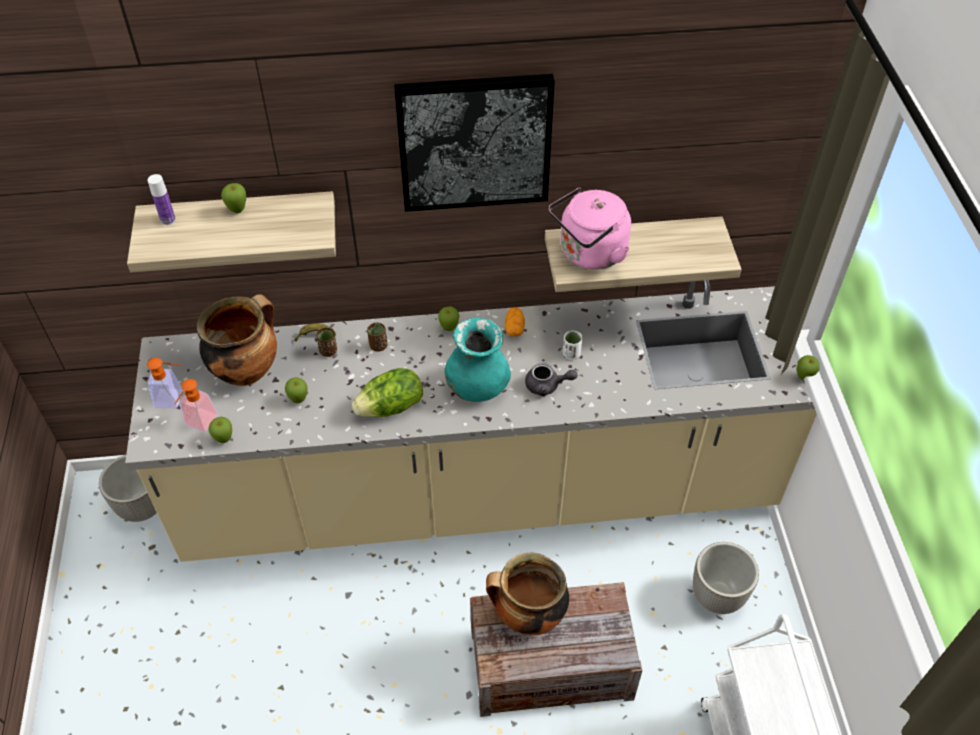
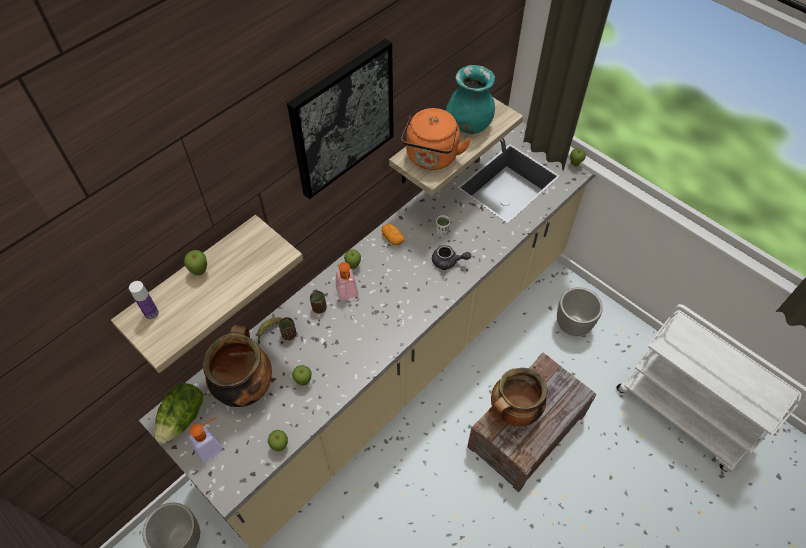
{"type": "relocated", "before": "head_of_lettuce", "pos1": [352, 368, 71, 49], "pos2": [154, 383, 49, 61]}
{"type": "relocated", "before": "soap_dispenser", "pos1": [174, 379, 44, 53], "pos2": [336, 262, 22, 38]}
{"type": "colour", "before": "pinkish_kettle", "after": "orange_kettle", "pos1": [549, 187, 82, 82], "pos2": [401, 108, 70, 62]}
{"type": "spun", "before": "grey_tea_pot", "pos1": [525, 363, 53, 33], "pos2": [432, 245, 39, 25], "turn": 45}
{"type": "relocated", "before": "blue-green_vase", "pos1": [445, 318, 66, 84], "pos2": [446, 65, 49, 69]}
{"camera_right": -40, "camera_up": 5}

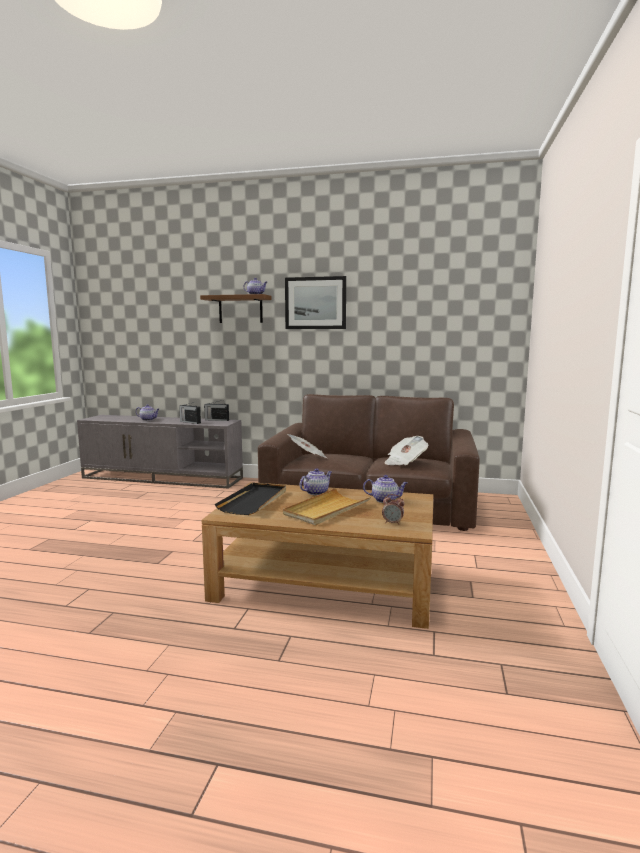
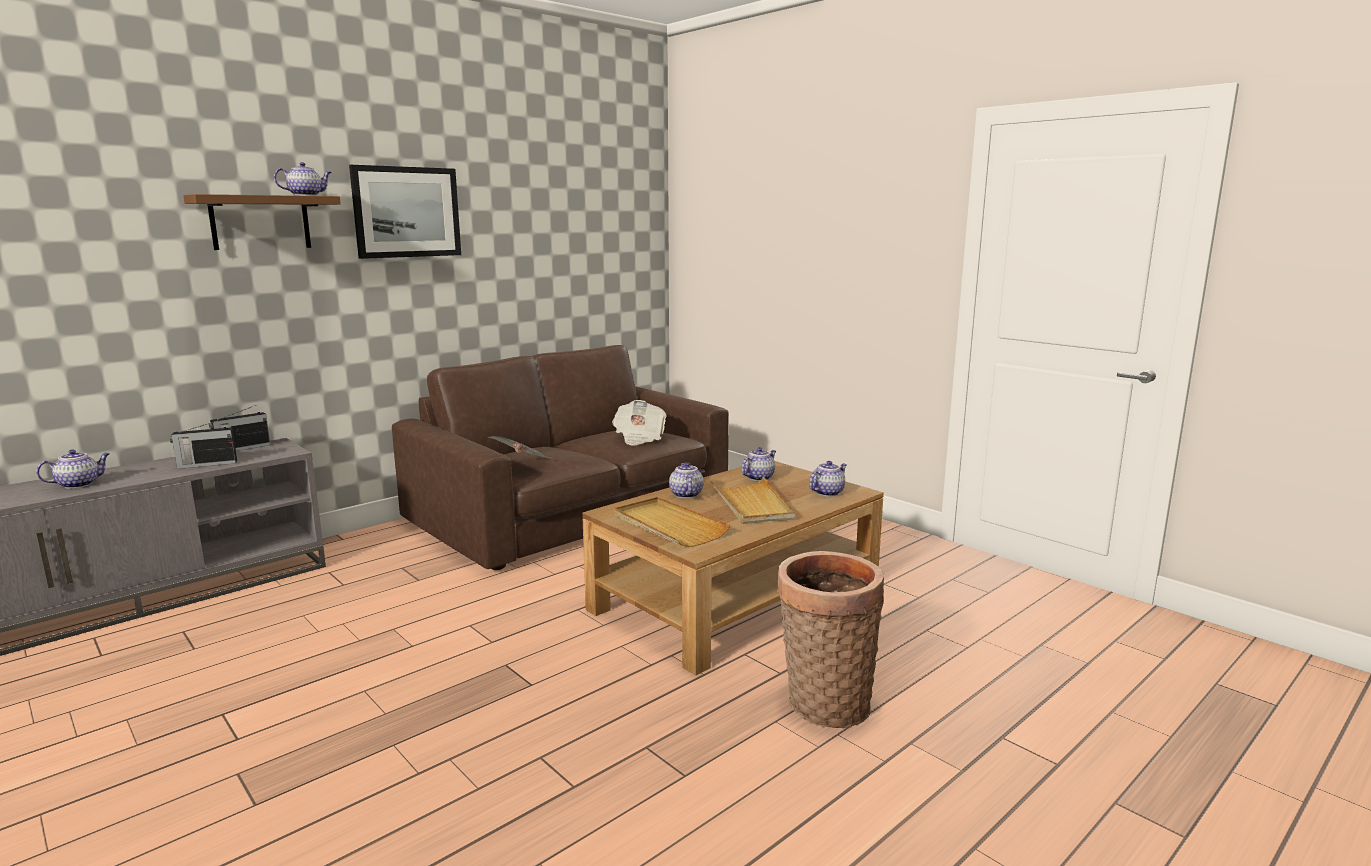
{"type": "colour", "before": "blackish_tray", "after": "beige-coloured_tray", "pos1": [215, 483, 71, 32], "pos2": [615, 497, 115, 50]}
{"type": "appeared", "after": "storage_basket", "pos2": [777, 551, 107, 177]}
{"type": "exchanged", "before": "bedside_clock", "after": "tea_pot", "pos1": [382, 494, 22, 31], "pos2": [809, 461, 38, 36]}
{"camera_right": -55, "camera_up": 5}

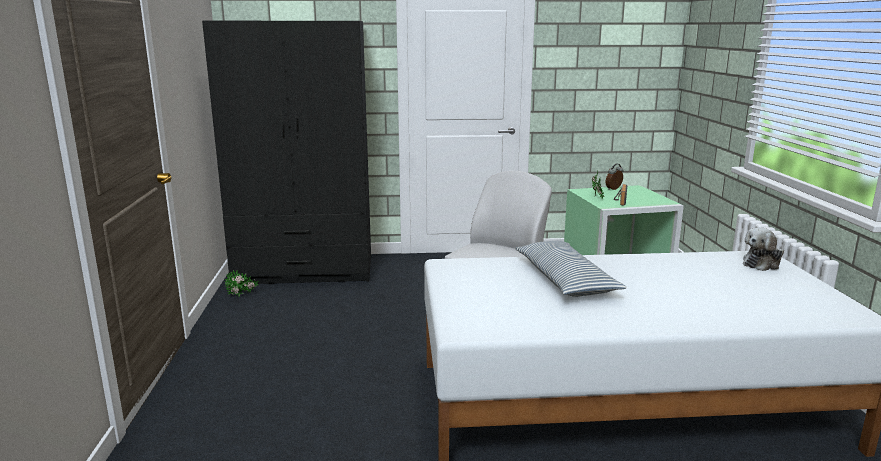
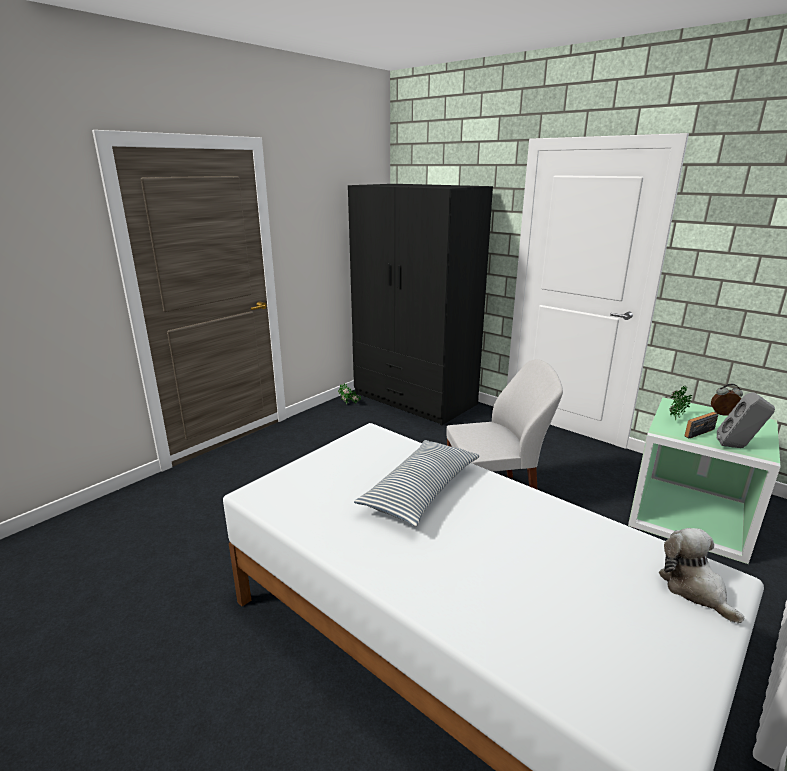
{"type": "spun", "before": "cuddly_toy", "pos1": [743, 227, 41, 44], "pos2": [659, 528, 85, 96], "turn": 60}
{"type": "appeared", "after": "grey_loudspeaker", "pos2": [717, 392, 58, 56]}
{"camera_right": 45, "camera_up": 5}

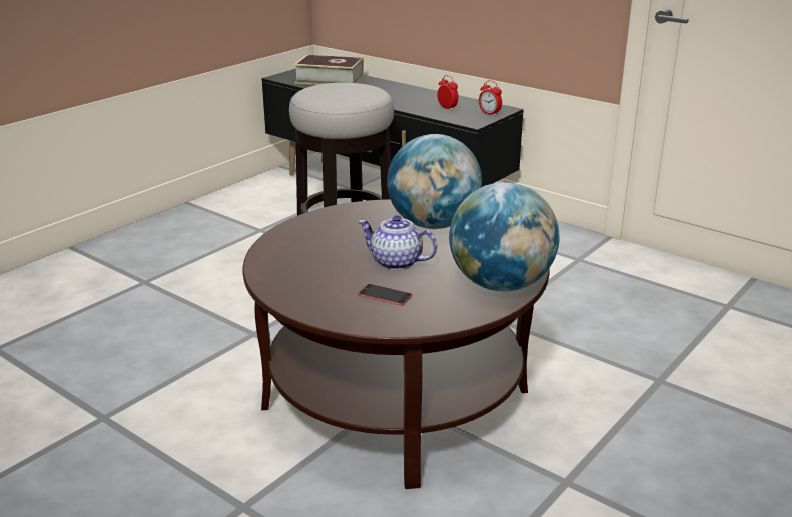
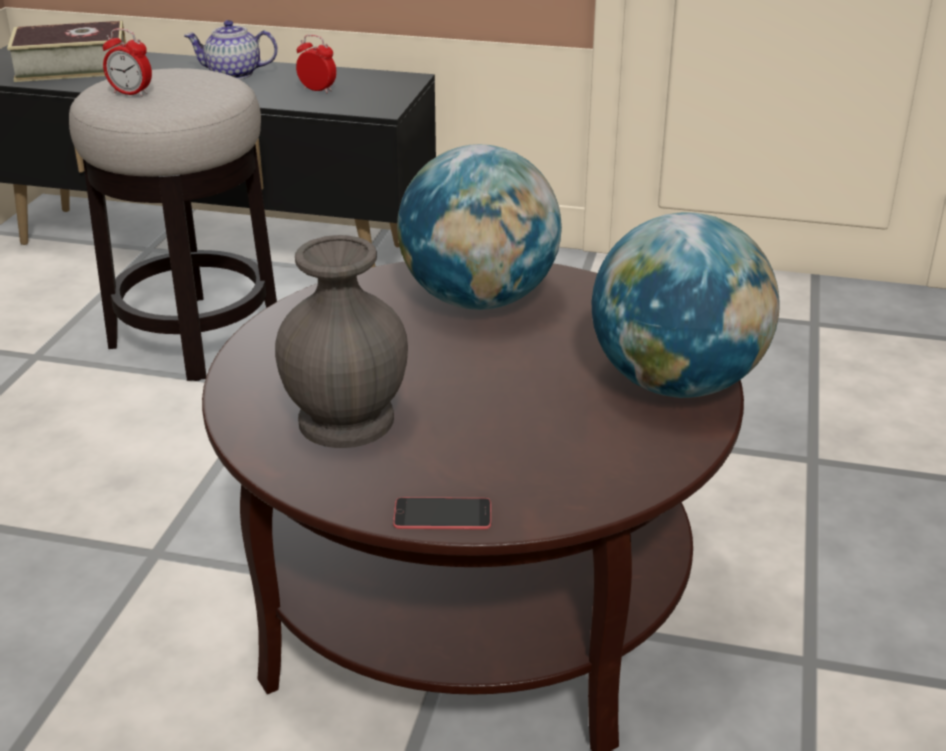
{"type": "relocated", "before": "bedside_clock", "pos1": [479, 80, 23, 36], "pos2": [103, 28, 49, 69]}
{"type": "relocated", "before": "tea_pot", "pos1": [358, 215, 79, 55], "pos2": [184, 20, 94, 59]}
{"type": "appeared", "after": "grey_vase", "pos2": [275, 235, 133, 213]}
{"type": "relocated", "before": "phone", "pos1": [358, 284, 54, 22], "pos2": [393, 497, 98, 32]}
{"camera_right": -25, "camera_up": 5}

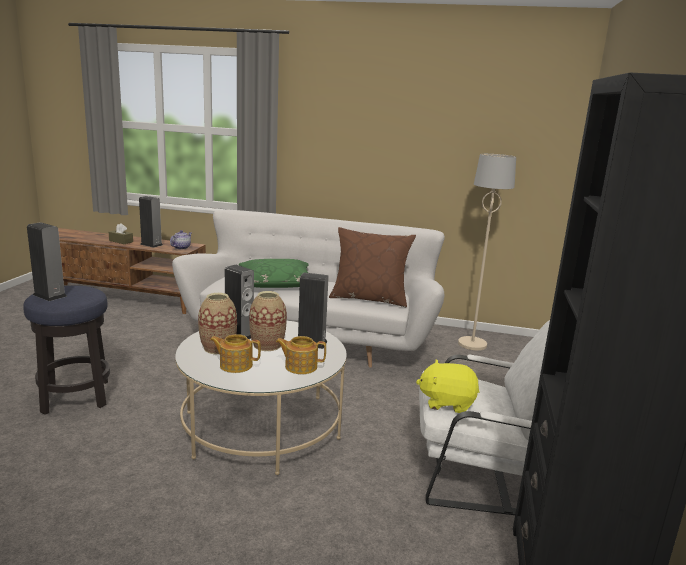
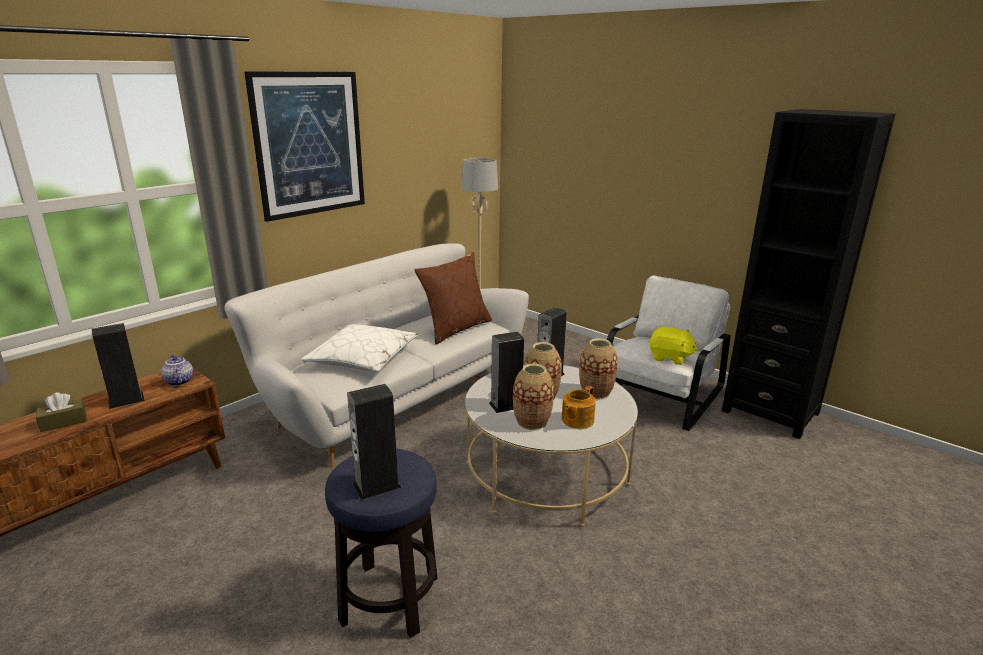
{"type": "appeared", "after": "wall_picture", "pos2": [244, 71, 121, 151]}
{"type": "colour", "before": "green_pillow", "after": "whitish_pillow", "pos1": [239, 259, 70, 29], "pos2": [301, 324, 117, 48]}
{"type": "exchanged", "before": "tea_pot", "after": "vase", "pos1": [276, 336, 50, 38], "pos2": [579, 338, 39, 61]}
{"type": "spun", "before": "yellowish_cuddly_toy", "pos1": [416, 360, 64, 53], "pos2": [649, 327, 49, 38], "turn": -105}
{"camera_right": -60, "camera_up": 5}

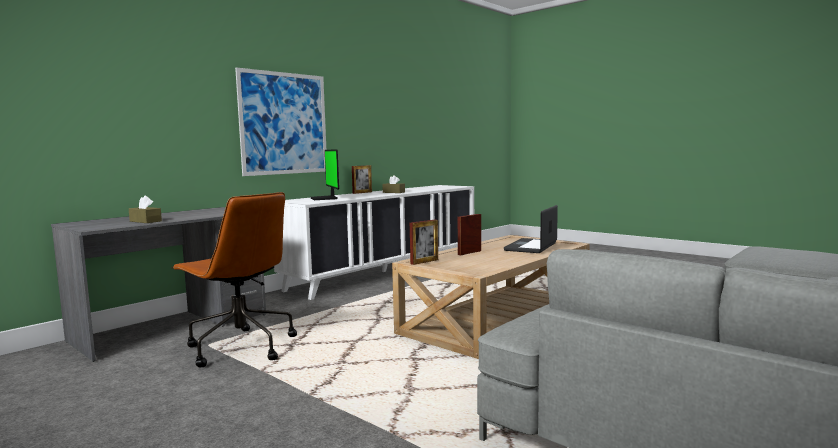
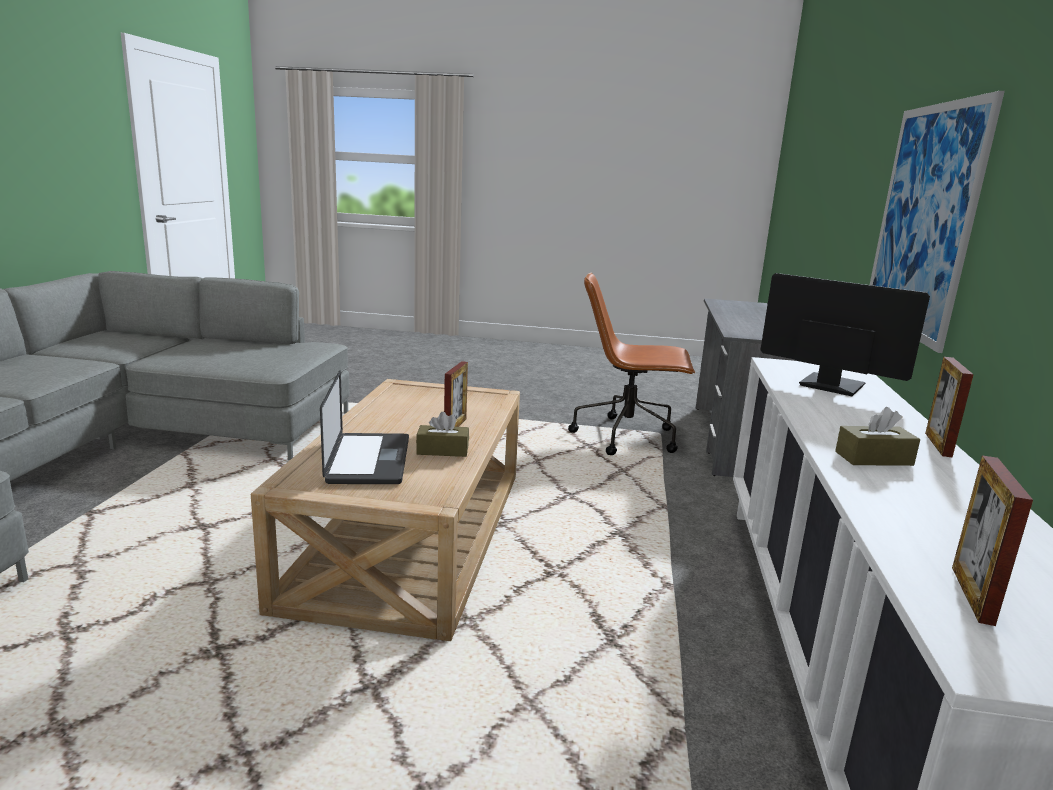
{"type": "relocated", "before": "brown_tissue_box", "pos1": [129, 195, 33, 28], "pos2": [416, 411, 53, 46]}
{"type": "relocated", "before": "photo_frame", "pos1": [410, 220, 28, 45], "pos2": [952, 456, 81, 170]}
{"camera_right": 145, "camera_up": 10}

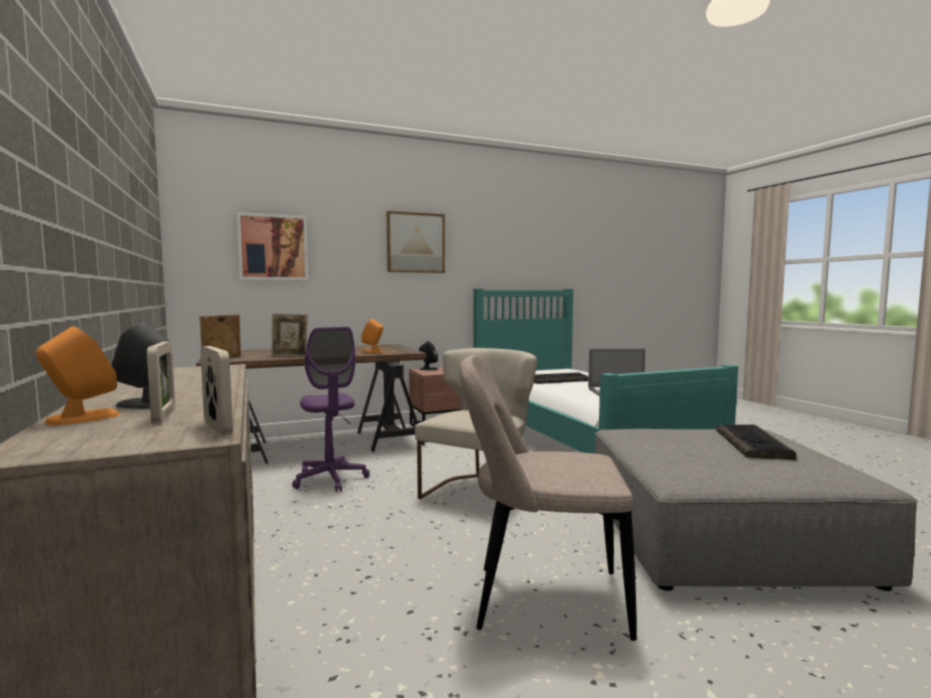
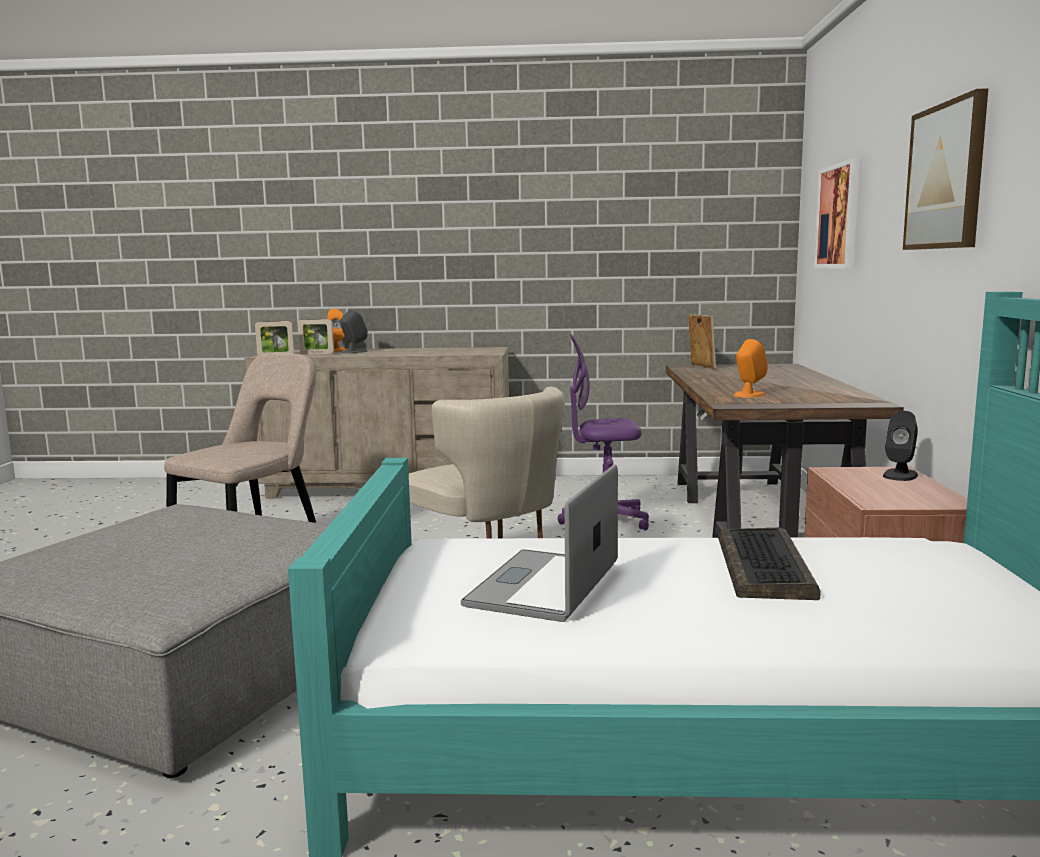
{"type": "missing", "before": "photo_frame", "pos1": [271, 313, 37, 44]}
{"type": "missing", "before": "PC_keyboard", "pos1": [716, 425, 80, 35]}
{"camera_right": 115, "camera_up": 5}

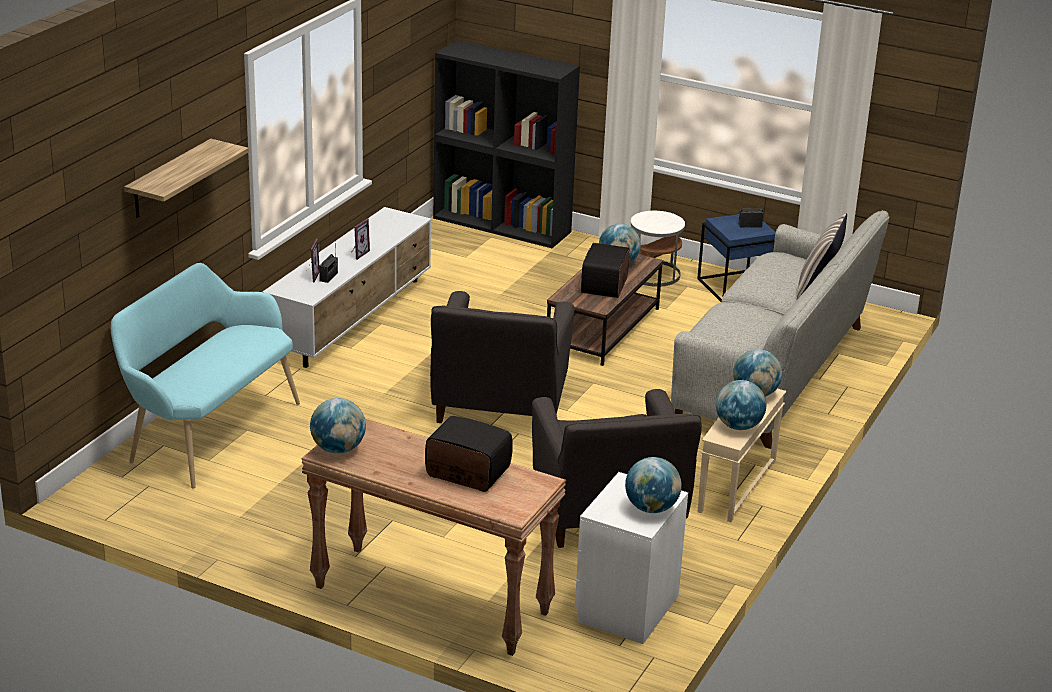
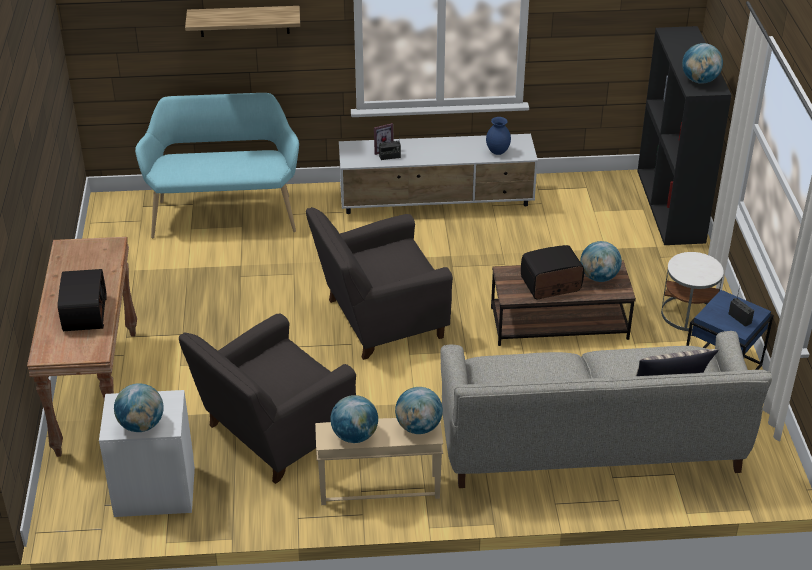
{"type": "appeared", "after": "bluish_vase", "pos2": [486, 117, 25, 38]}
{"type": "relocated", "before": "world_globe", "pos1": [310, 398, 56, 56], "pos2": [682, 43, 41, 41]}
{"type": "missing", "before": "photo_frame", "pos1": [352, 218, 18, 42]}
{"camera_right": 60, "camera_up": 10}

